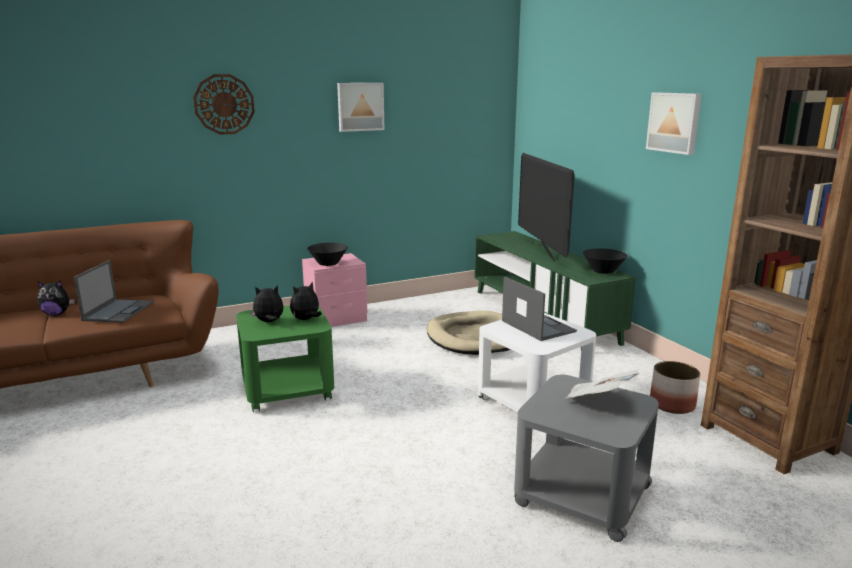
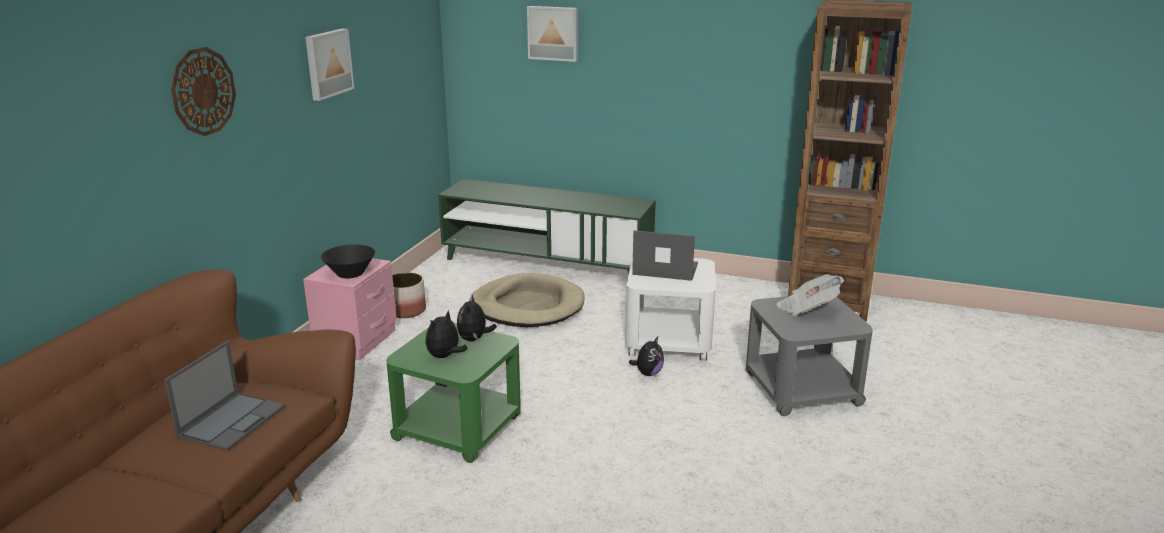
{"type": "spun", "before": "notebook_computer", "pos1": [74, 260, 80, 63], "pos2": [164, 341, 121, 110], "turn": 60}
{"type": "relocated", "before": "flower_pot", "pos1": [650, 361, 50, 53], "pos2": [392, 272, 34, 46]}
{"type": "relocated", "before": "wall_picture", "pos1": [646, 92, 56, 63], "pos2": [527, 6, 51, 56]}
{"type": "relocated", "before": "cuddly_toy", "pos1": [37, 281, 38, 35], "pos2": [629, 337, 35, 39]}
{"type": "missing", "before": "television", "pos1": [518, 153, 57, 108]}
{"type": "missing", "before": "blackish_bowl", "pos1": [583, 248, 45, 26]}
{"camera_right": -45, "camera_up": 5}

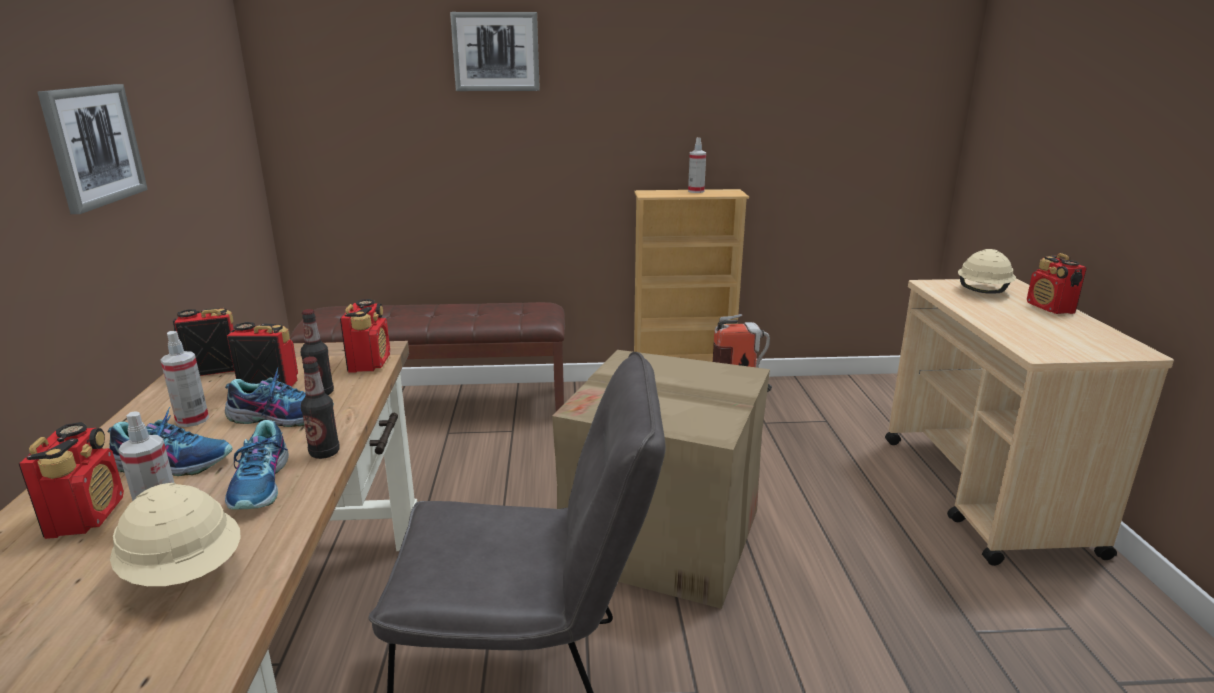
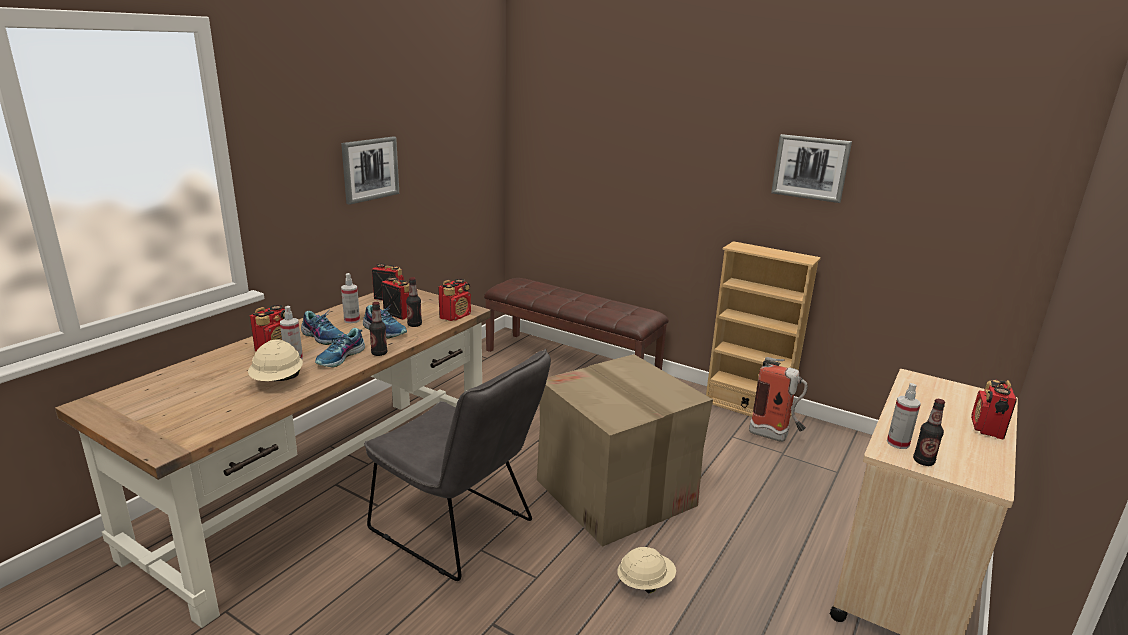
{"type": "relocated", "before": "beige-coloured_safety_helmet", "pos1": [958, 249, 58, 44], "pos2": [617, 547, 59, 46]}
{"type": "relocated", "before": "wall_picture", "pos1": [450, 12, 90, 79], "pos2": [771, 134, 81, 69]}
{"type": "relocated", "before": "sprayer", "pos1": [688, 138, 18, 55], "pos2": [887, 383, 34, 66]}
{"type": "appeared", "after": "drink_bottle", "pos2": [913, 399, 32, 67]}
{"camera_right": 35, "camera_up": 0}

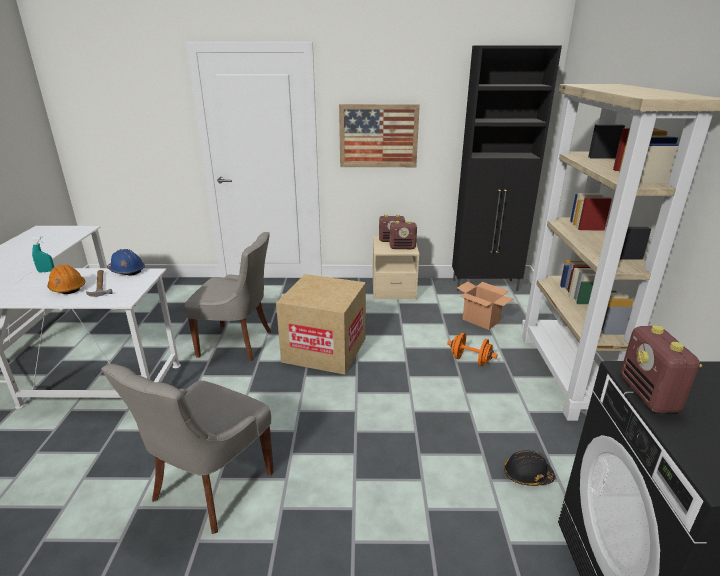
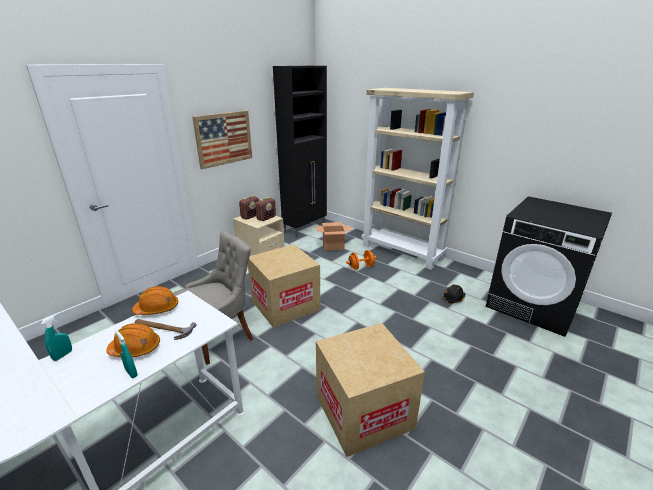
{"type": "appeared", "after": "blue-green_sprayer", "pos2": [116, 331, 22, 47]}
{"type": "colour", "before": "bluish_safety_helmet", "after": "orange_safety_helmet", "pos1": [107, 249, 38, 27], "pos2": [132, 286, 46, 29]}
{"type": "exchanged", "before": "grey_chair", "after": "cardboard_box", "pos1": [101, 364, 173, 170], "pos2": [316, 323, 109, 134]}
{"type": "missing", "before": "radio_receiver", "pos1": [621, 325, 81, 88]}
{"camera_right": -50, "camera_up": 0}

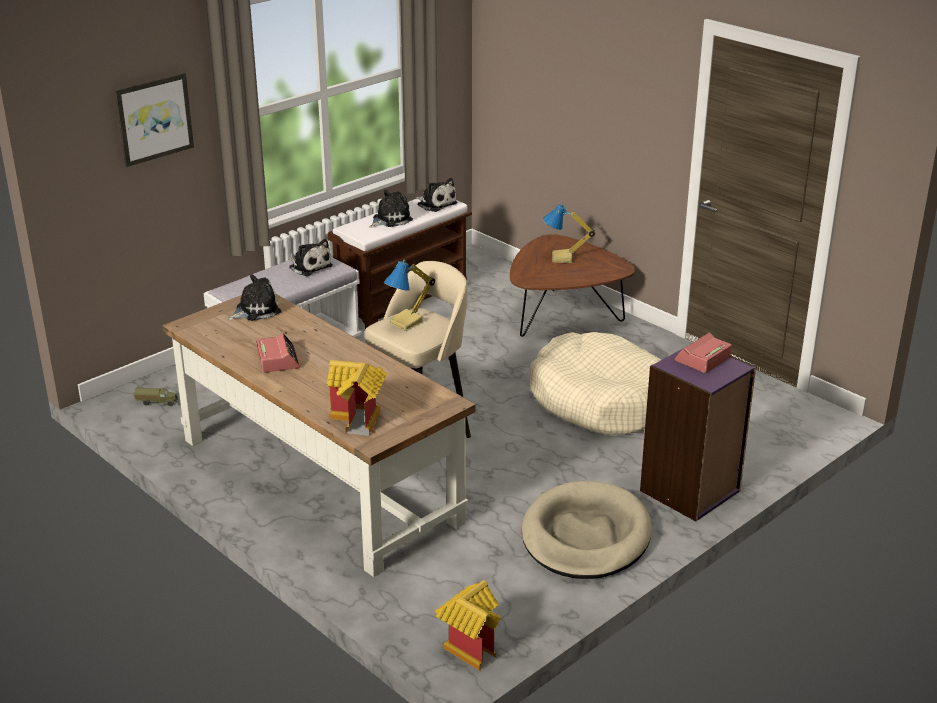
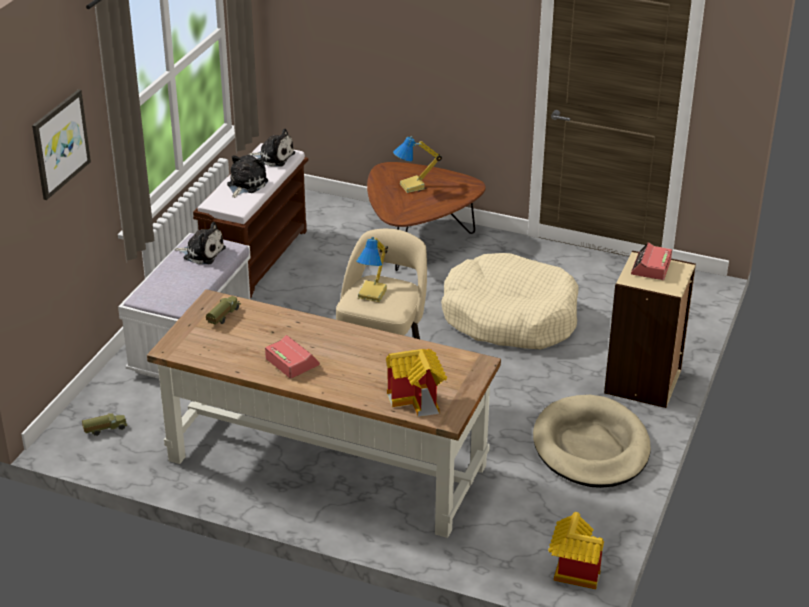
{"type": "exchanged", "before": "cuddly_toy", "after": "toy_lorry", "pos1": [227, 274, 54, 47], "pos2": [206, 296, 35, 29]}
{"type": "colour", "before": "purplish_shelving_unit", "after": "beige-coloured_shelving_unit", "pos1": [640, 347, 116, 174], "pos2": [604, 251, 92, 157]}
{"camera_right": -25, "camera_up": 5}

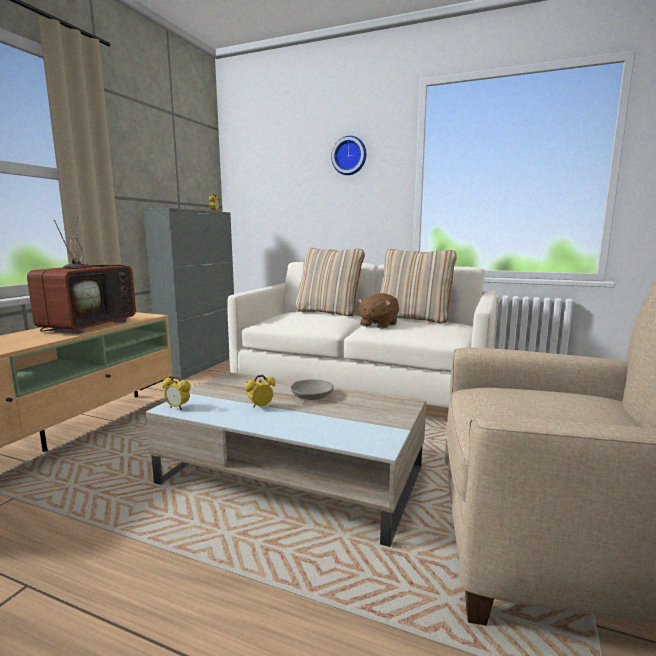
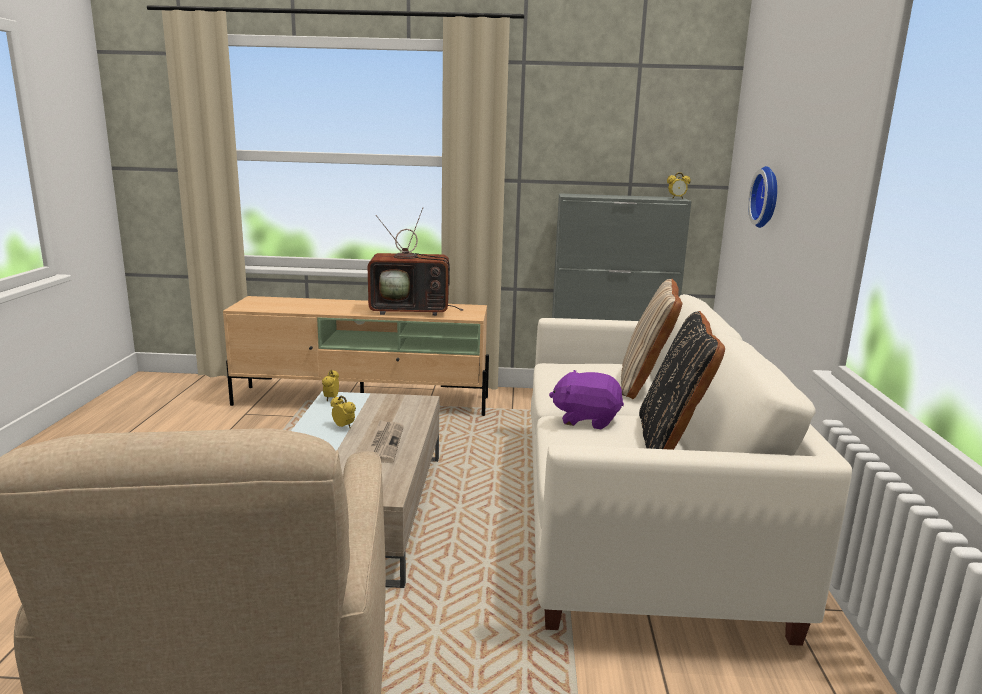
{"type": "exchanged", "before": "grey_bowl", "after": "newspaper", "pos1": [291, 379, 43, 21], "pos2": [366, 420, 38, 43]}
{"type": "colour", "before": "brown_cuddly_toy", "after": "purplish_cuddly_toy", "pos1": [358, 293, 41, 36], "pos2": [549, 370, 75, 59]}
{"type": "colour", "before": "beige-coloured_pillow", "after": "blackish_pillow", "pos1": [380, 249, 77, 74], "pos2": [639, 311, 86, 139]}
{"type": "relocated", "before": "wall_clock", "pos1": [331, 136, 35, 39], "pos2": [748, 166, 29, 62]}
{"camera_right": 70, "camera_up": 5}

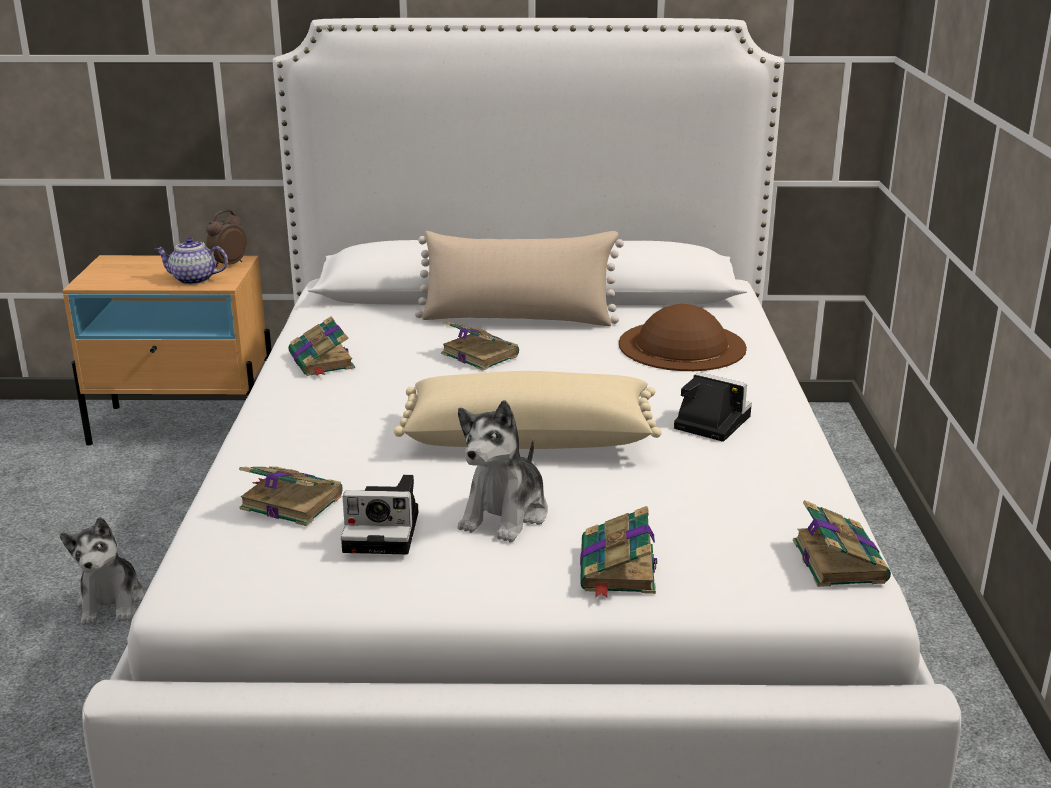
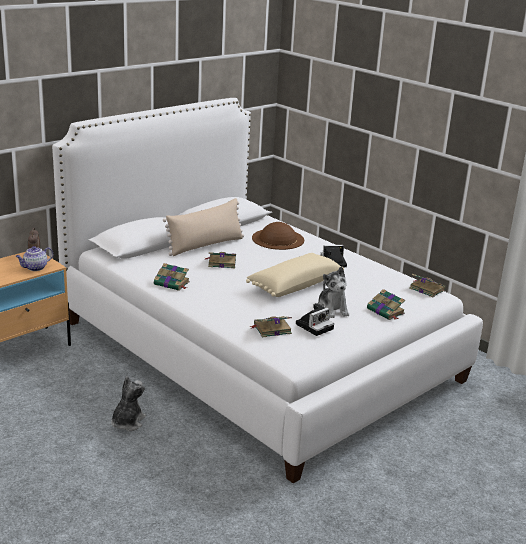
{"type": "spun", "before": "cuddly_toy", "pos1": [60, 517, 85, 109], "pos2": [111, 376, 35, 55], "turn": -105}
{"camera_right": -45, "camera_up": 0}

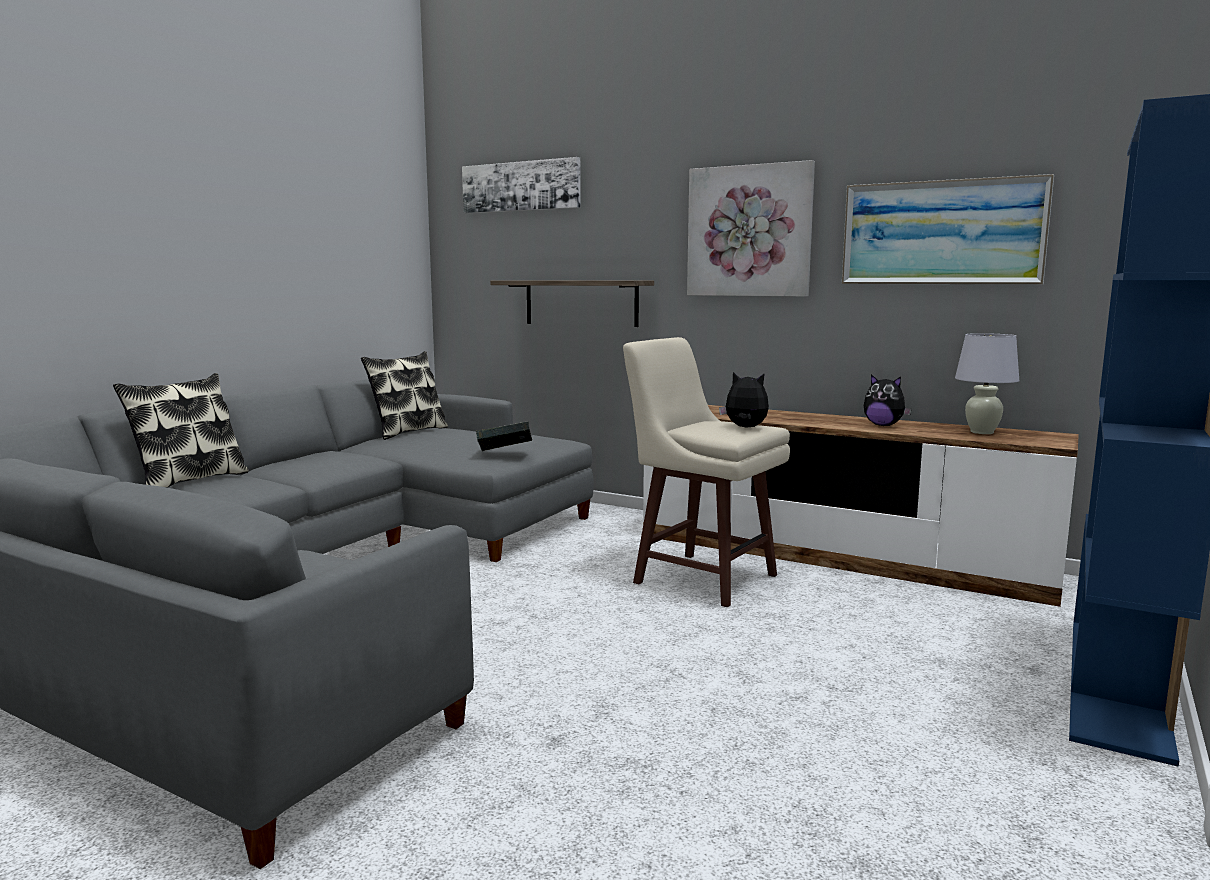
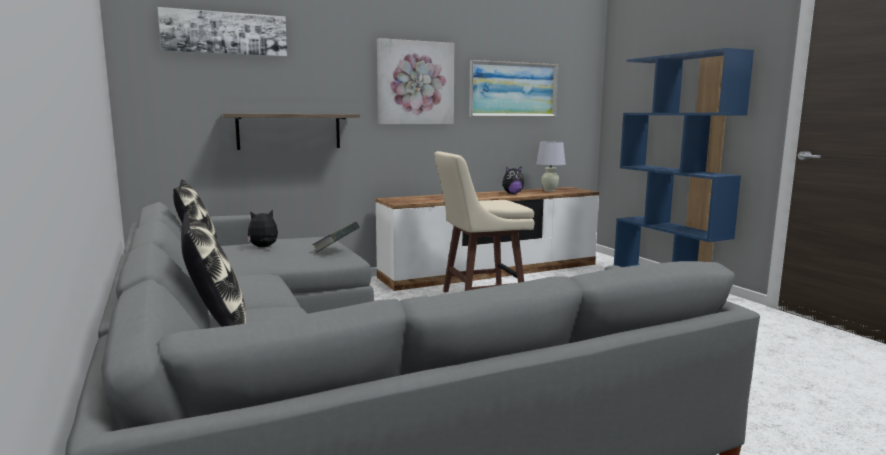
{"type": "relocated", "before": "cuddly_toy", "pos1": [719, 372, 50, 56], "pos2": [247, 210, 31, 37]}
{"camera_right": -55, "camera_up": 0}

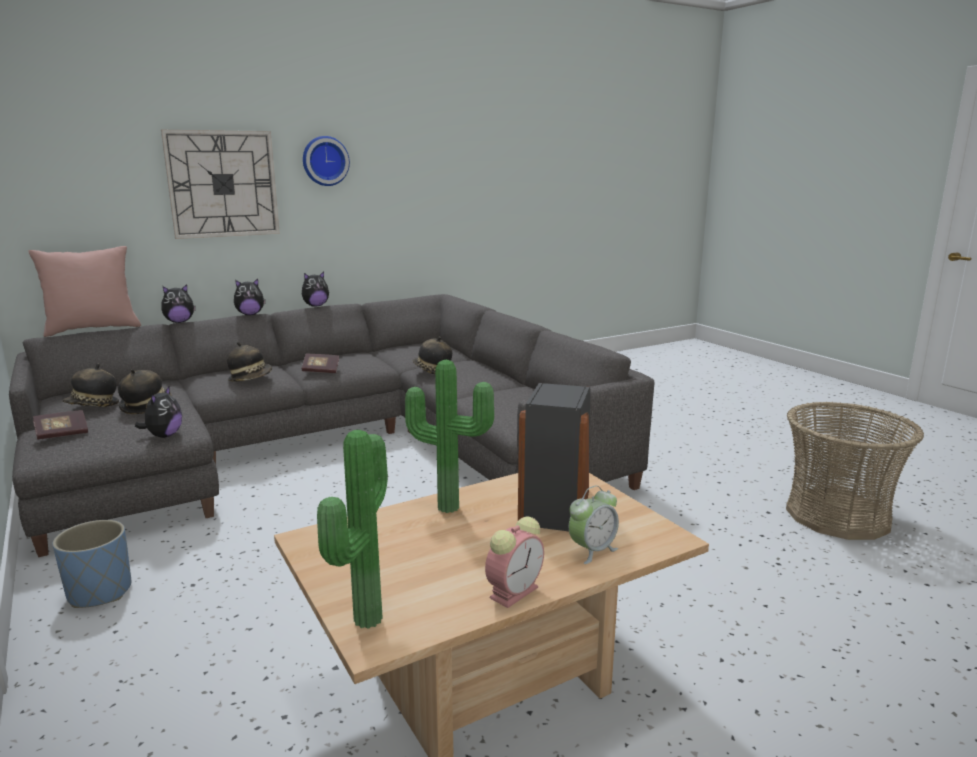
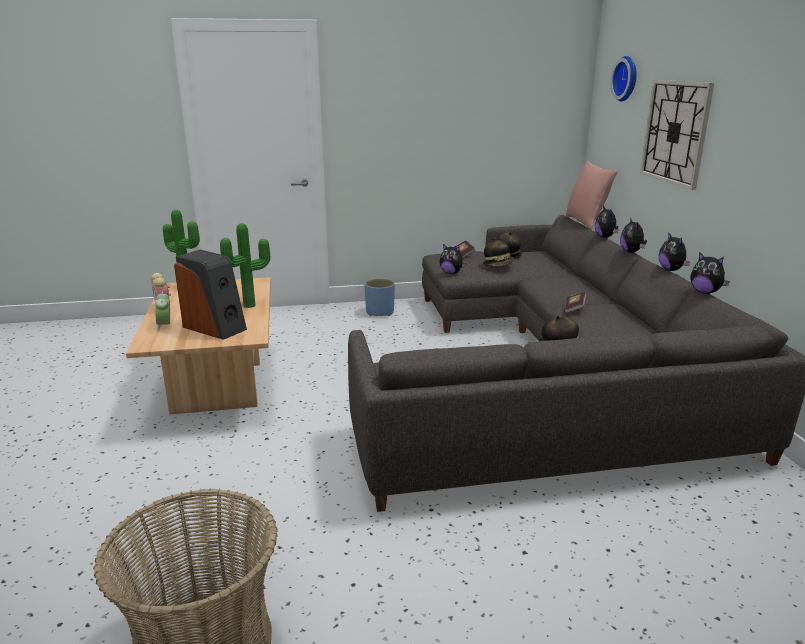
{"type": "relocated", "before": "wall_clock", "pos1": [303, 136, 47, 50], "pos2": [611, 56, 25, 46]}
{"type": "appeared", "after": "cuddly_toy", "pos2": [690, 252, 40, 42]}
{"type": "missing", "before": "hat", "pos1": [227, 342, 45, 40]}
{"camera_right": 110, "camera_up": 5}

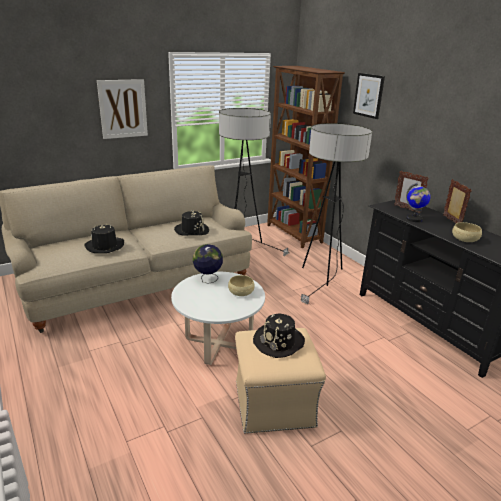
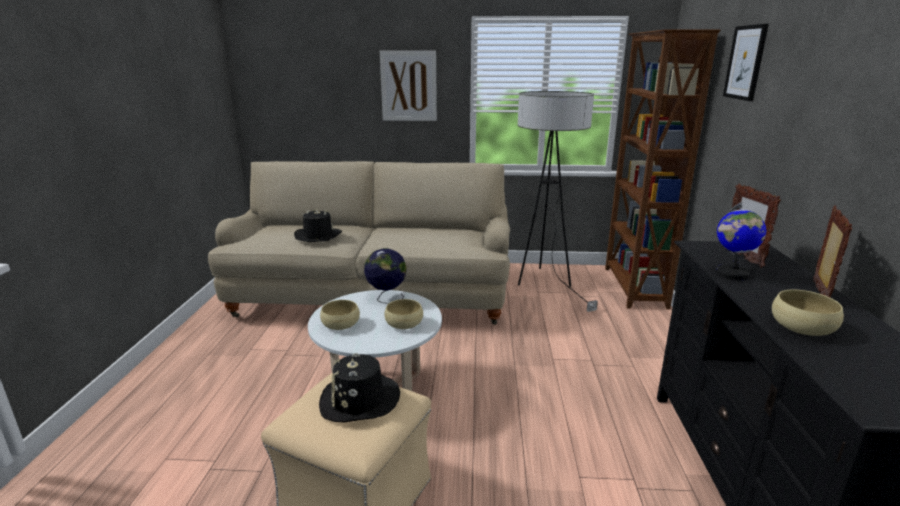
{"type": "appeared", "after": "beige-coloured_bowl", "pos2": [320, 300, 40, 30]}
{"type": "missing", "before": "blackish_hat", "pos1": [174, 210, 35, 25]}
{"type": "missing", "before": "standing_lamp", "pos1": [301, 123, 71, 181]}
{"camera_right": 35, "camera_up": -5}

